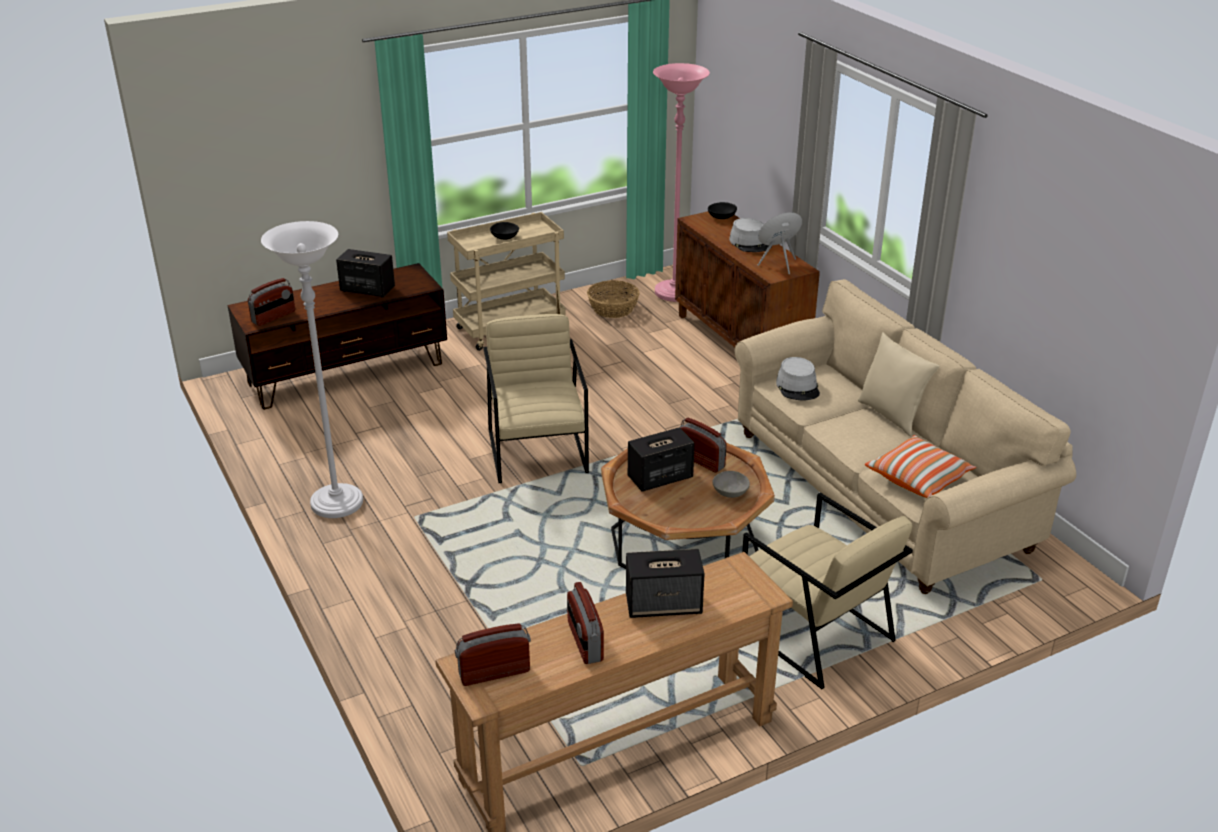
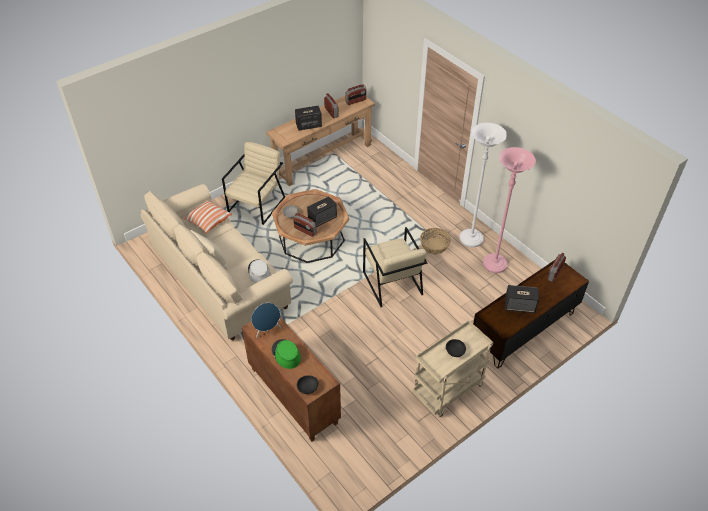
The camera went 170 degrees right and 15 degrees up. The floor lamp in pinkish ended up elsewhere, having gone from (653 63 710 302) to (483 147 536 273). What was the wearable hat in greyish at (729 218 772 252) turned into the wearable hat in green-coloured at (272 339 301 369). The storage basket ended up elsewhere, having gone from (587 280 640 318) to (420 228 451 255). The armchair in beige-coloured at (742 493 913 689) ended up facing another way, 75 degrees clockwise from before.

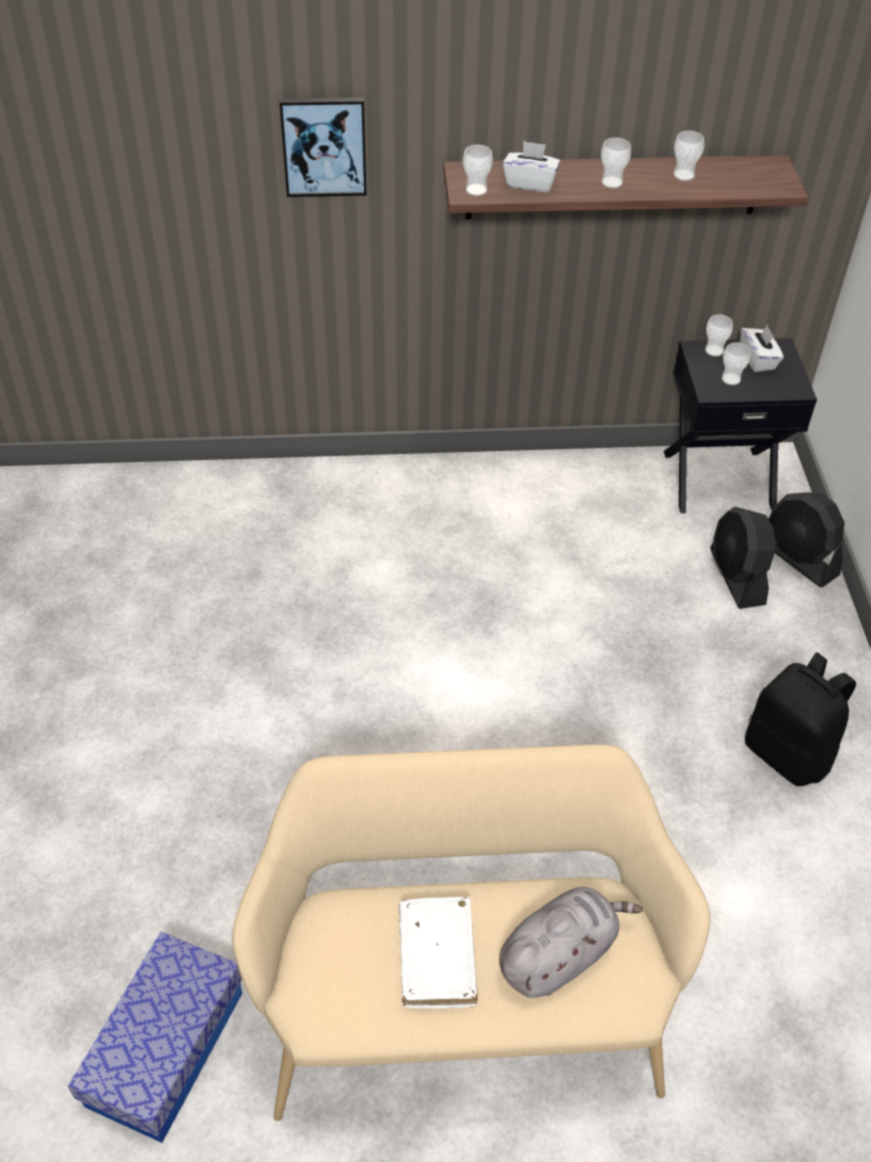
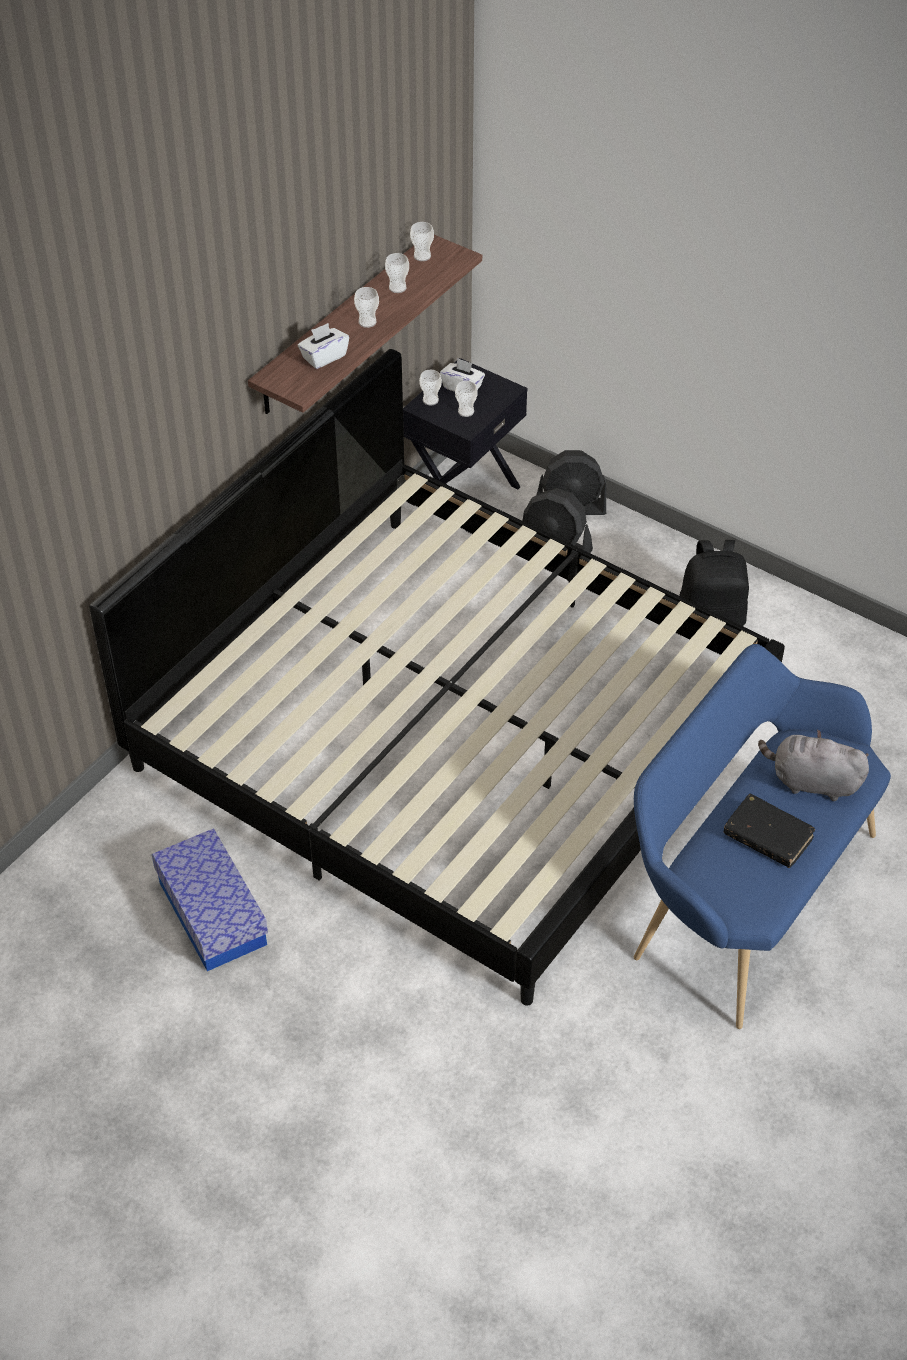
The camera went 50 degrees left and 0 degrees up. The second view lost the wall art at (279 97 367 197). The small cup ended up elsewhere, having gone from (463 145 493 196) to (410 222 434 261). What was the long seat in beige-coloured at (232 744 710 1121) turned into the long seat in bluish at (634 644 891 1029). The soft toy in greyish at (499 887 643 998) ended up facing another way, 75 degrees counterclockwise from before. What was the volume in white at (399 897 478 1009) turned into the volume in black-coloured at (724 794 815 868). The storage box ended up elsewhere, having gone from (68 932 242 1143) to (152 828 268 971). The second view gained the bed at (89 349 785 1006).

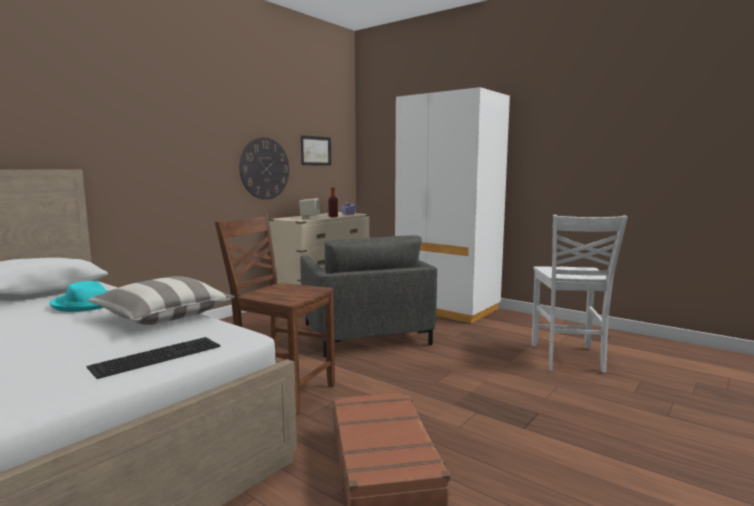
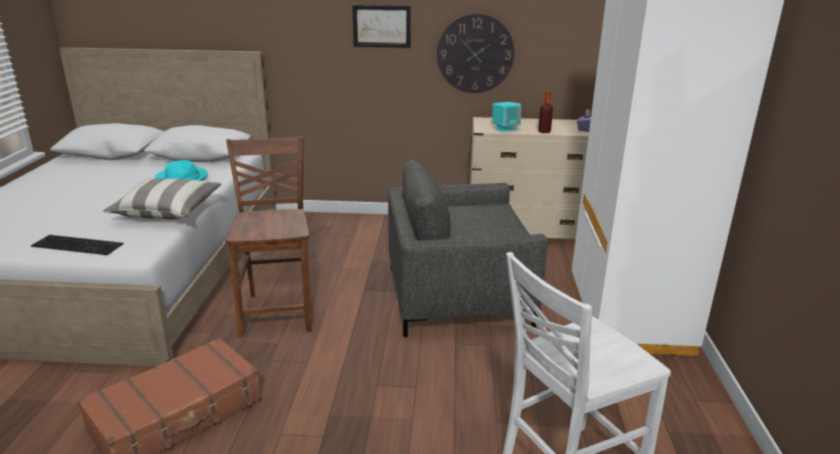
The camera went 55 degrees right and 15 degrees up. The wall art ended up elsewhere, having gone from (301 135 331 166) to (352 5 411 48). What was the audio speaker in beige-coloured at (299 198 320 220) turned into the audio speaker in turquoise-coloured at (492 102 521 132). The armchair in greyish at (300 235 437 358) ended up facing another way, 45 degrees clockwise from before.

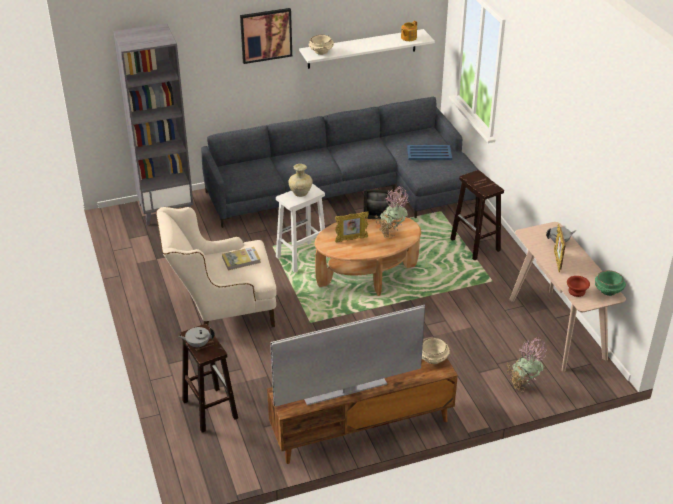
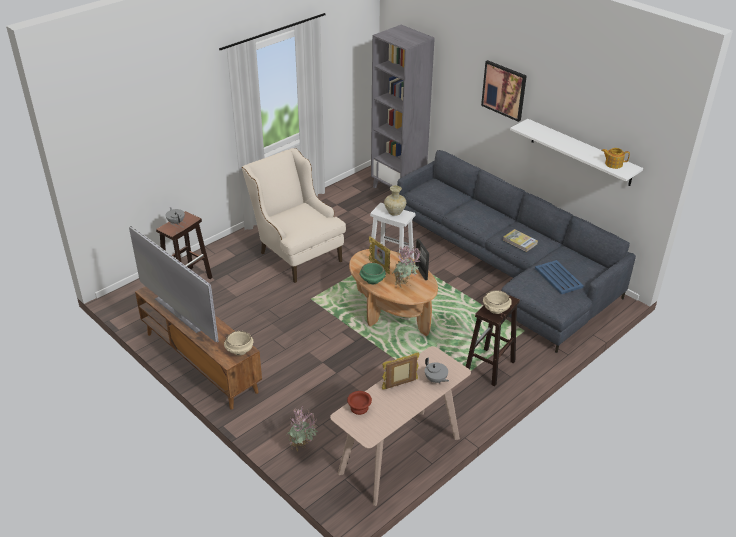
The camera went 65 degrees right and 0 degrees up. The deep dish in beige-coloured ended up elsewhere, having gone from (309 35 334 55) to (483 290 512 314). The volume ended up elsewhere, having gone from (222 247 261 271) to (503 229 538 252). The deep dish in green-coloured ended up elsewhere, having gone from (595 270 626 296) to (359 263 386 284).

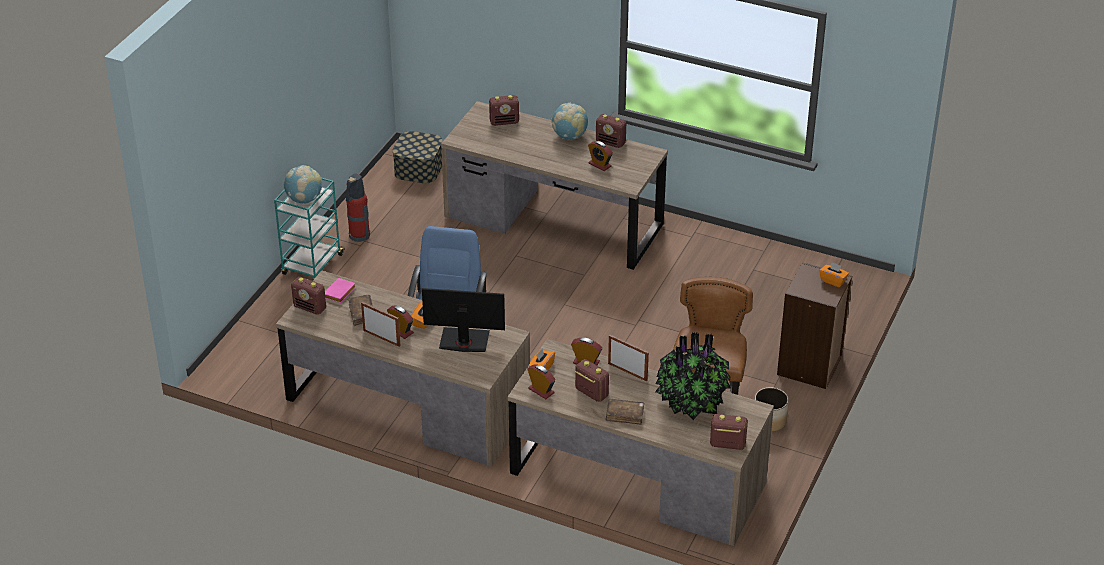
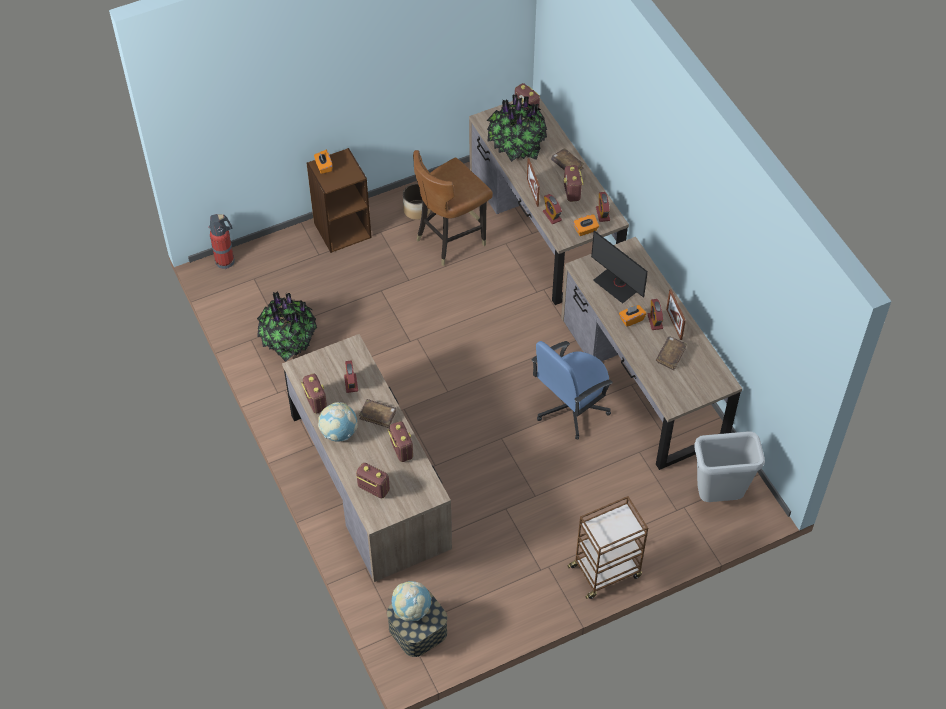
The camera went 140 degrees left and 15 degrees up. The world globe ended up elsewhere, having gone from (284 165 322 204) to (392 581 432 621). The extinguisher ended up elsewhere, having gone from (346 173 370 242) to (208 214 235 269). What was the wheeled cart in turquoise-coloured at (274 178 345 280) turned into the wheeled cart in brownish at (568 496 648 599). The radio ended up elsewhere, having gone from (291 277 326 315) to (388 421 413 462). The second view lost the volume in pinkish at (325 278 356 303). The second view gained the plant in a pot at (257 291 317 362). The second view gained the volume in brownish at (359 399 396 428). The second view gained the rubbish bin in greyish at (694 431 765 502).

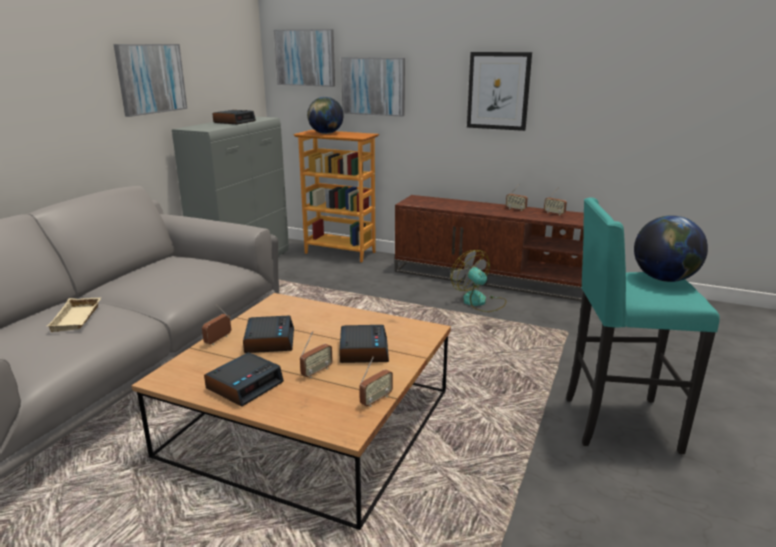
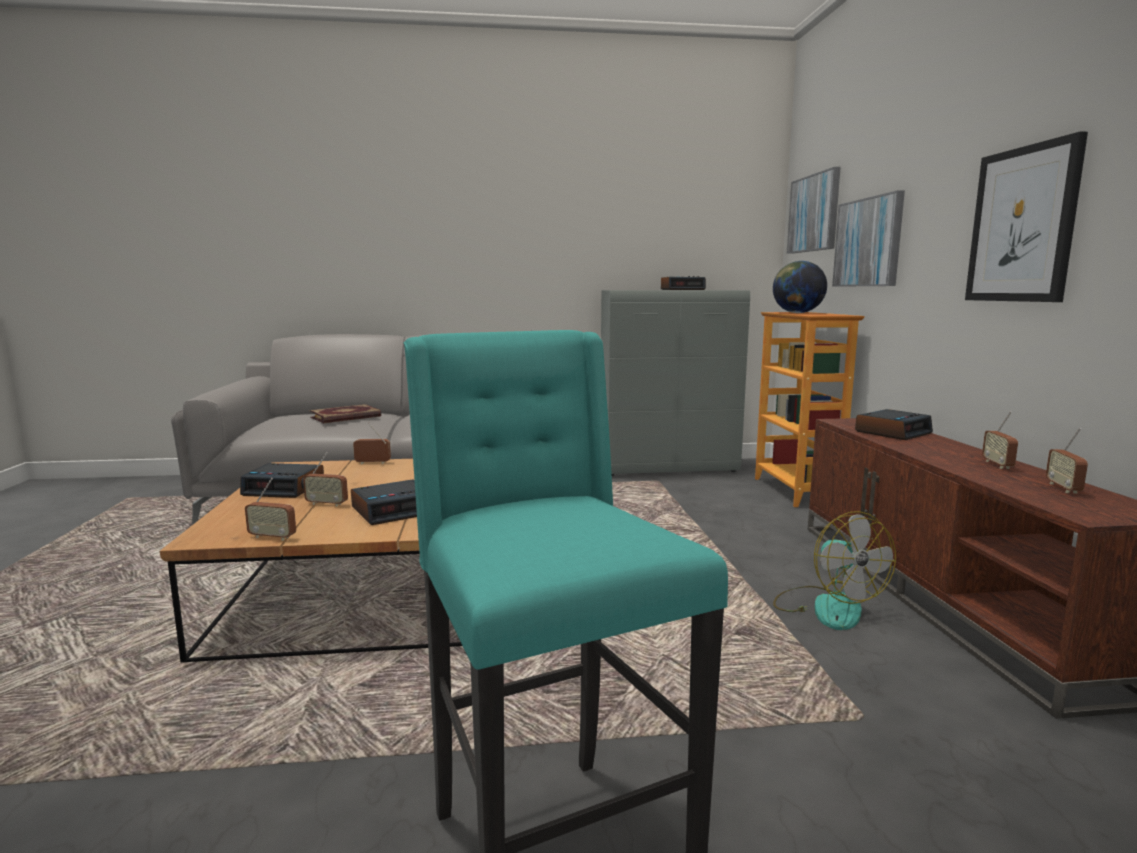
The camera went 60 degrees right and 10 degrees down. The second view lost the wall art at (114 44 187 117). The second view lost the world globe at (634 215 708 282). The fan at (451 250 506 312) ended up facing another way, 135 degrees clockwise from before. Where the tray in beige-coloured stood at (47 297 101 332), the volume came to stand at (310 404 381 423). The bedside clock ended up elsewhere, having gone from (243 316 294 353) to (855 409 933 440).

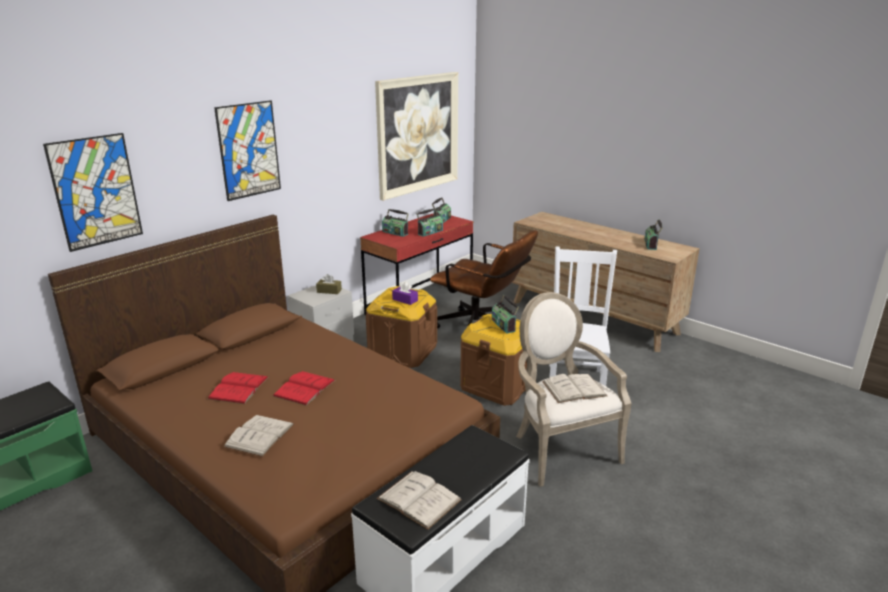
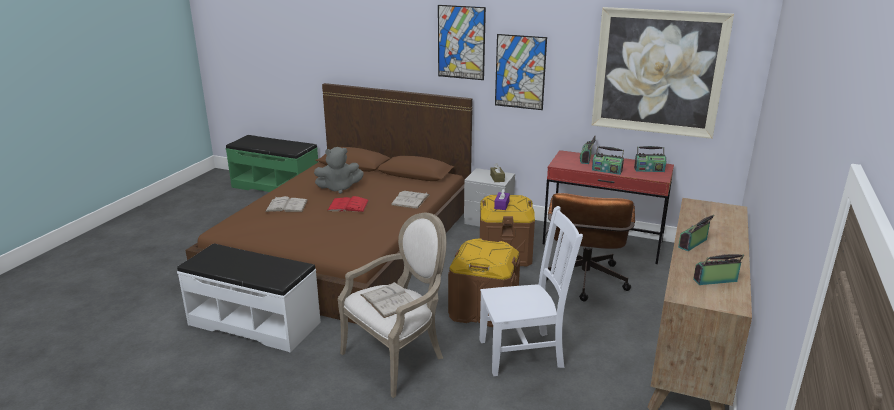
The camera went 70 degrees right and 0 degrees up. The wall art ended up elsewhere, having gone from (43 133 143 252) to (495 34 547 110). The radio ended up elsewhere, having gone from (492 295 519 334) to (678 215 714 251). Where the volume in red stood at (208 372 268 404), the soft toy in greyish came to stand at (314 147 364 194). The volume in white ended up elsewhere, having gone from (377 471 462 529) to (391 191 430 209).

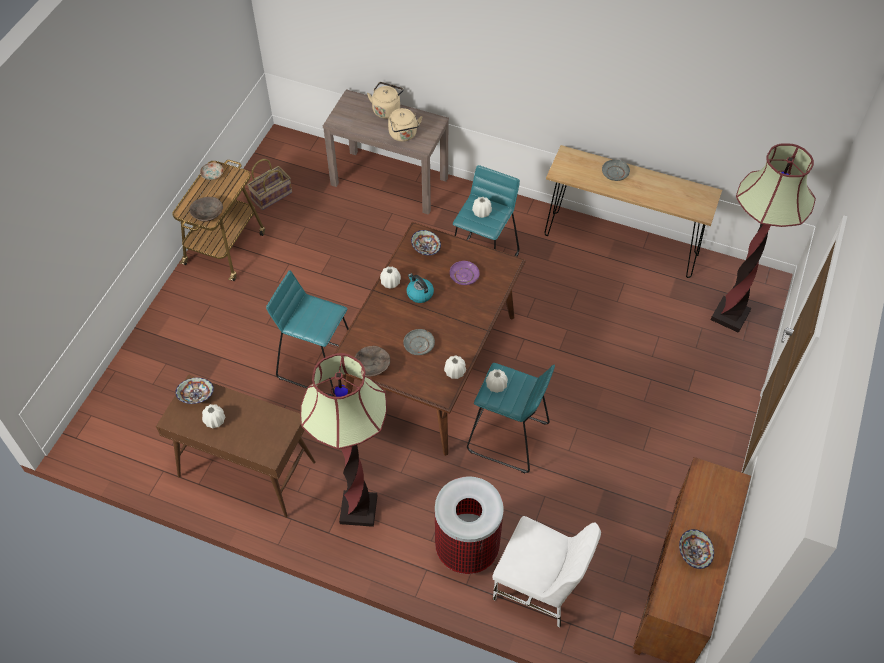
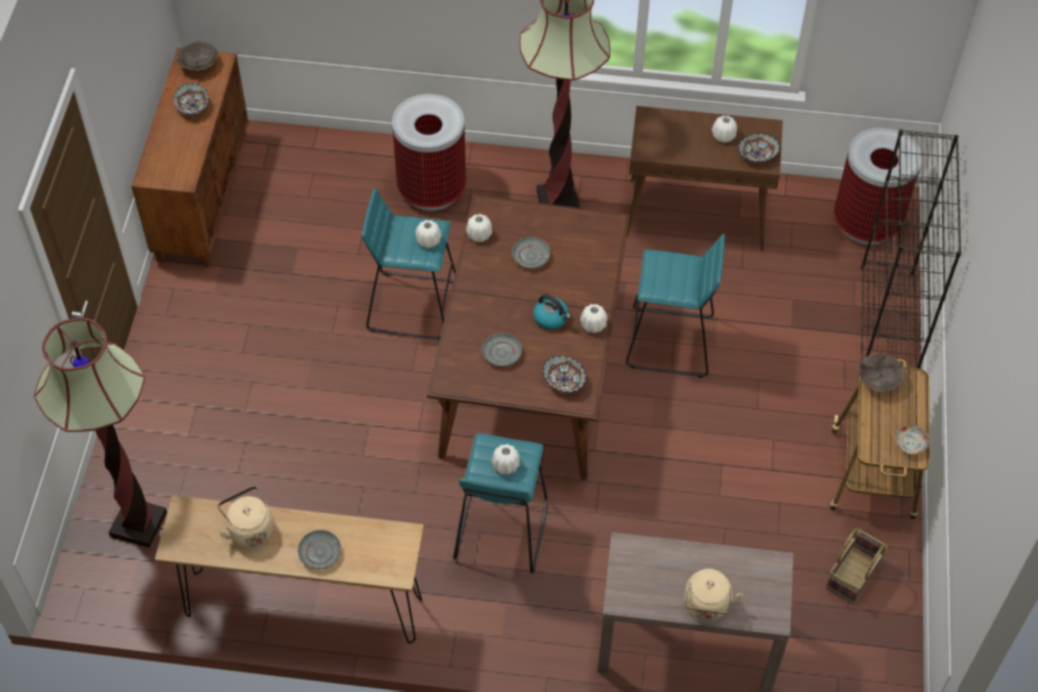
The camera went 165 degrees right and 0 degrees up. The tea kettle in beige-coloured ended up elsewhere, having gone from (388 108 422 142) to (218 486 273 548). What was the dinner plate in purple at (450 261 480 285) turned into the dinner plate in greyish at (482 333 522 367). The deep dish in brownish ended up elsewhere, having gone from (355 346 390 377) to (176 41 218 72). The second view lost the chair in white at (492 516 601 628). The second view gained the rubbish bin at (834 127 922 245). The second view gained the bookshelf in black-coloured at (861 129 962 369).

